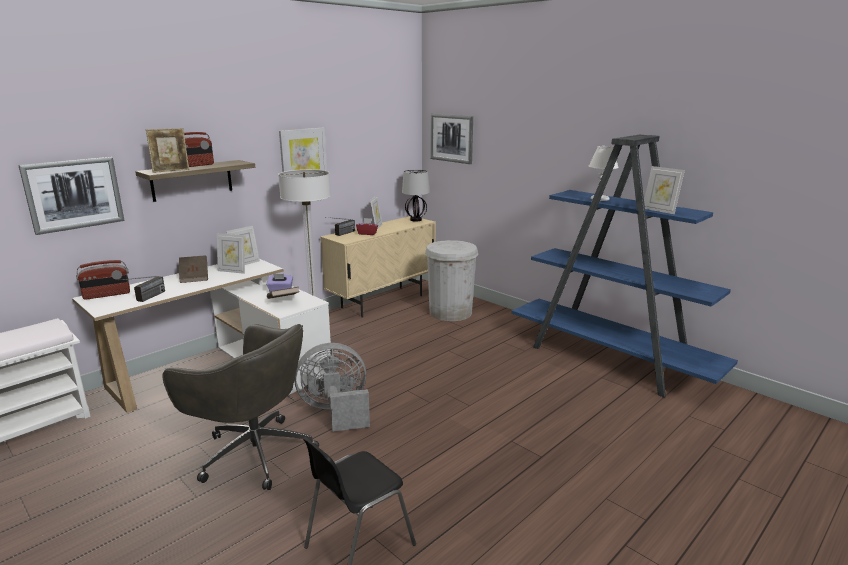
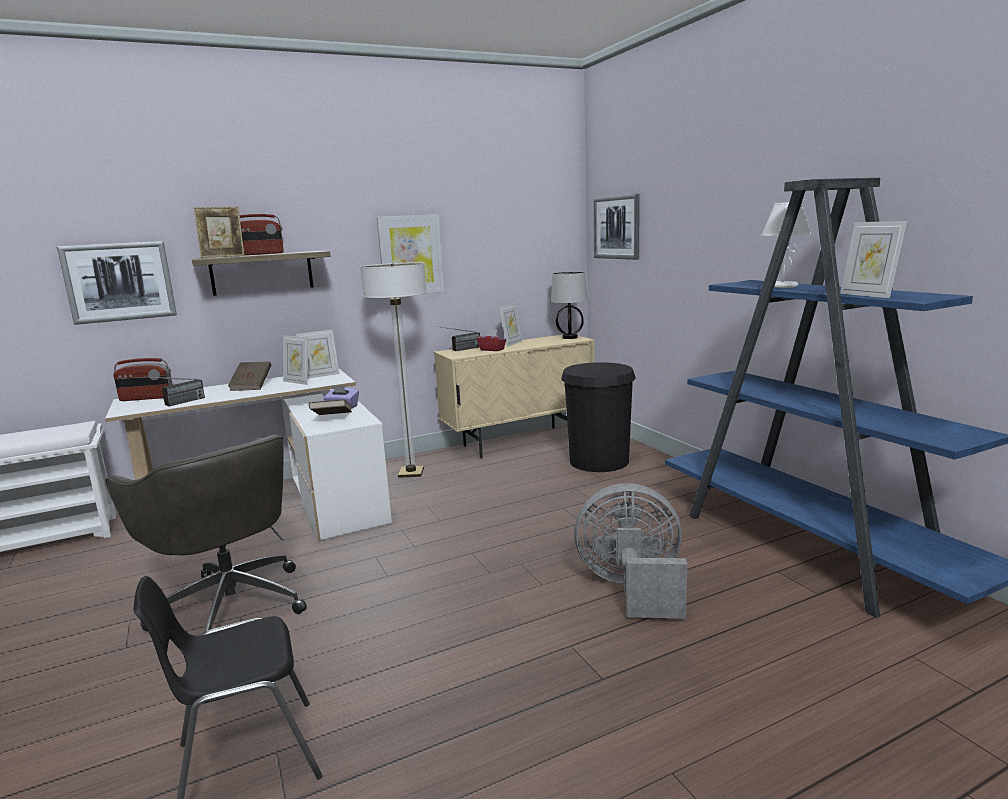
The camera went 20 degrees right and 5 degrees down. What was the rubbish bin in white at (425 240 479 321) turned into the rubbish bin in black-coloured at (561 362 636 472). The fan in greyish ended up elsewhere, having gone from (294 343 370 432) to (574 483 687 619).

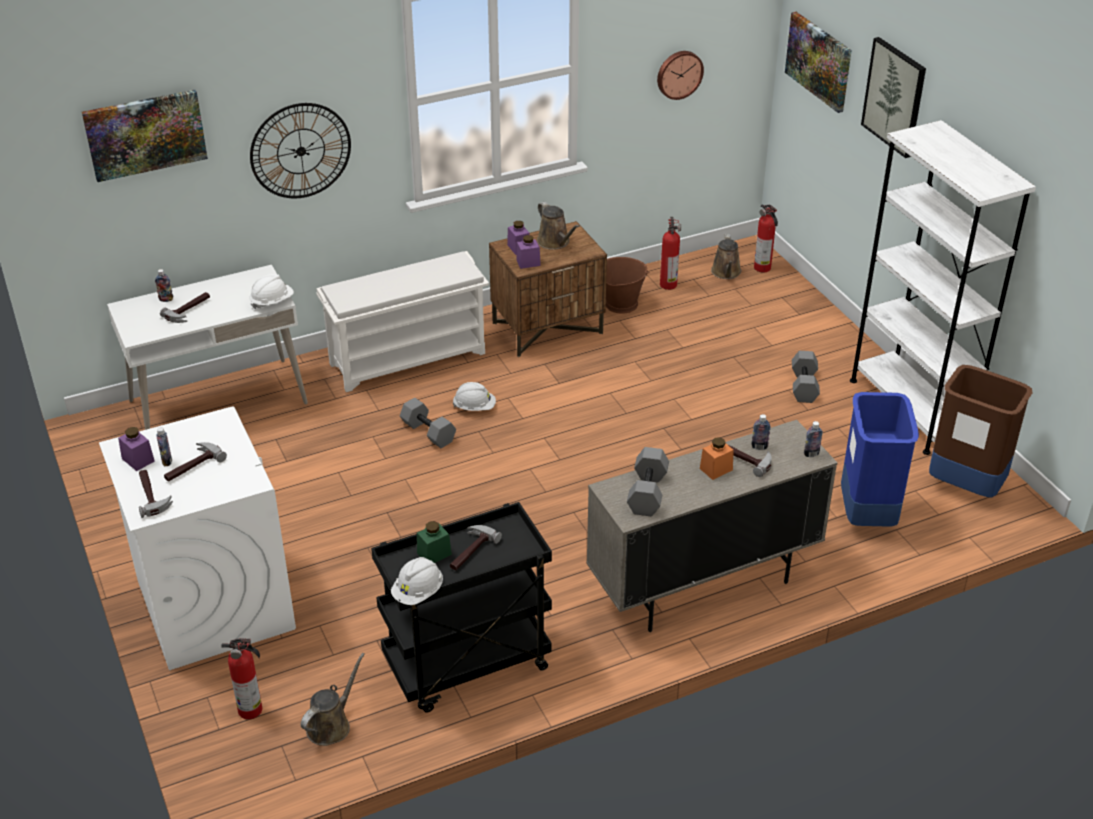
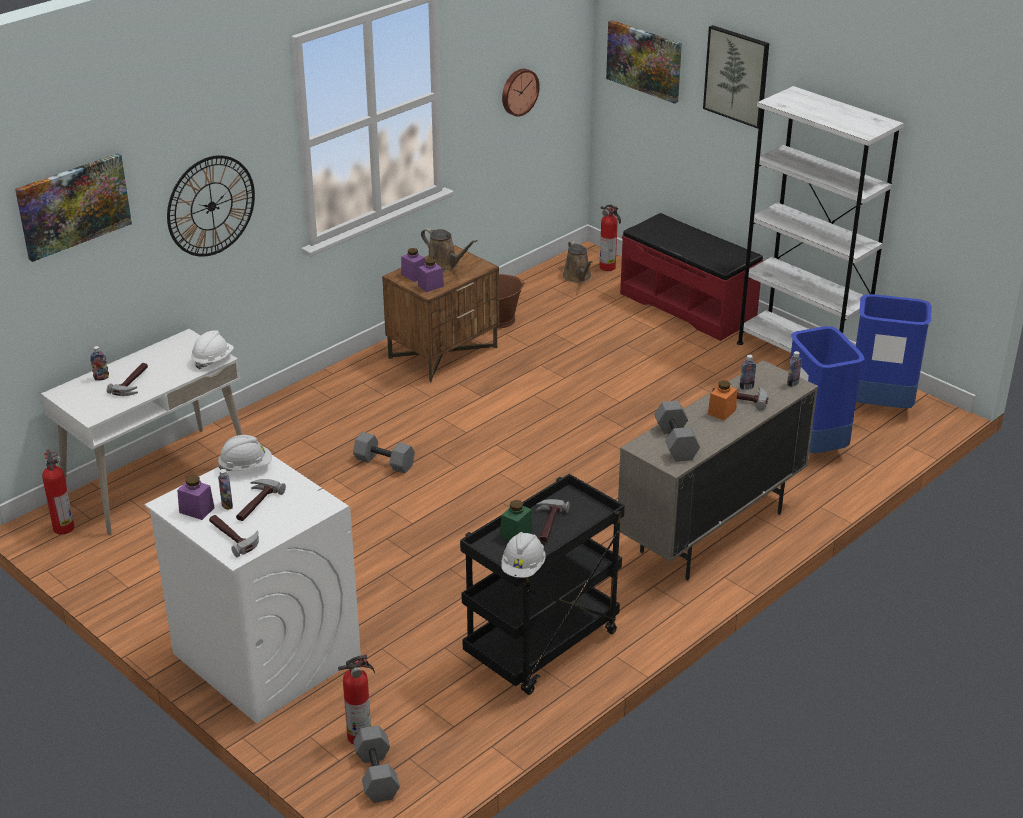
The camera went 20 degrees left and 5 degrees down. The extinguisher ended up elsewhere, having gone from (660 217 681 290) to (42 449 74 535). The second view lost the shoe shelf in white at (316 251 489 392). The dumbbell in greyish ended up elsewhere, having gone from (792 351 820 403) to (353 725 400 803). What was the rubbish bin in brownish at (929 365 1032 498) turned into the rubbish bin in bluish at (856 294 931 408). The hard hat in white ended up elsewhere, having gone from (453 382 496 411) to (218 435 272 471). The second view lost the watering pot in brownish at (301 653 365 746). The second view gained the long seat in red at (620 213 763 341).

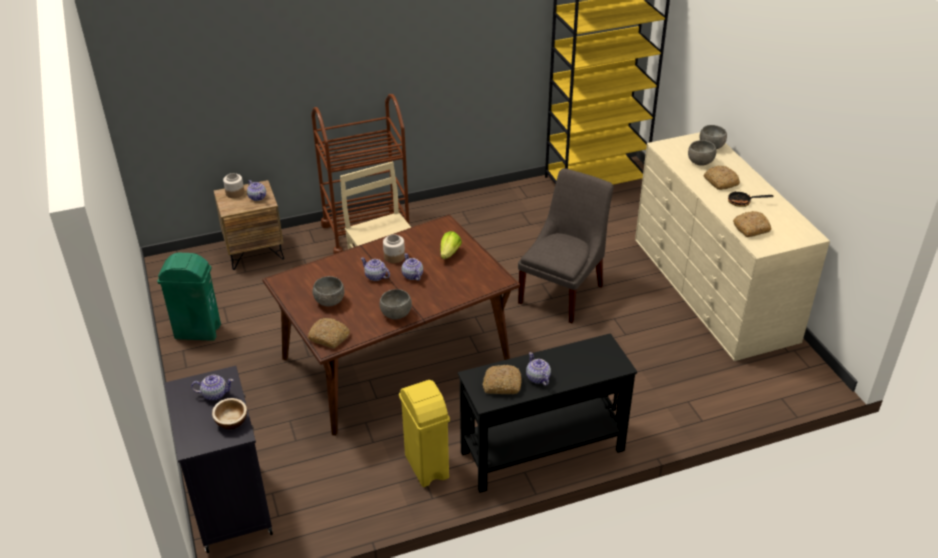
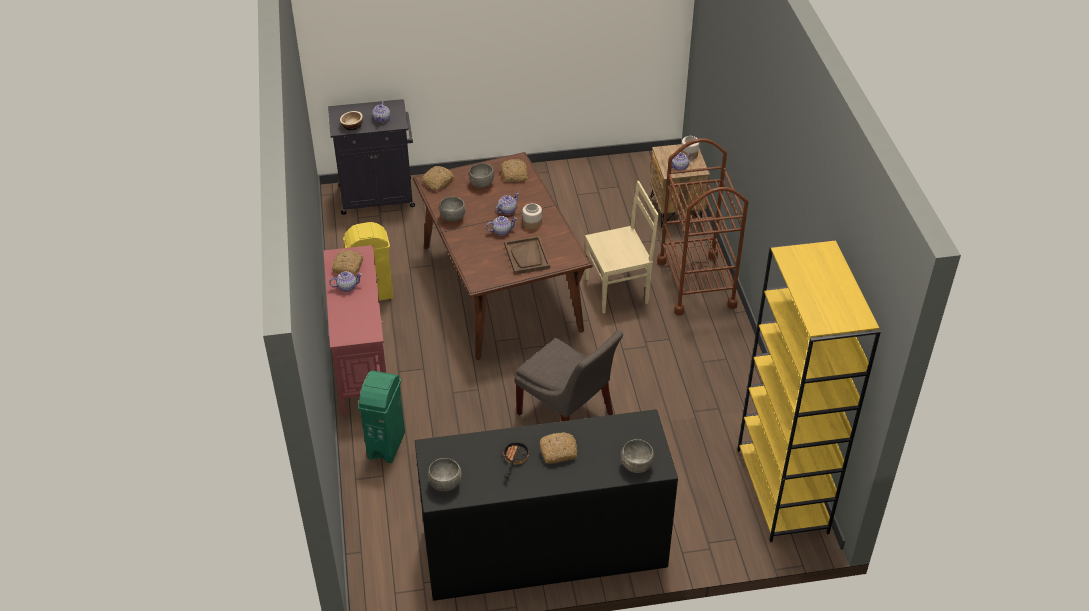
The camera went 100 degrees right and 5 degrees up. What was the chest of drawers in beige-coloured at (635 132 830 361) turned into the chest of drawers in black-coloured at (415 409 678 601). The deep dish in greyish ended up elsewhere, having gone from (688 140 716 166) to (428 458 462 491). The bread ended up elsewhere, having gone from (733 211 772 237) to (501 159 528 182). Where the lettuce head stood at (440 231 462 259), the tray in brownish came to stand at (504 236 550 275). The rubbish bin in green-coloured ended up elsewhere, having gone from (157 253 221 341) to (358 371 405 463). What was the hall table in black-coloured at (458 333 637 493) turned into the hall table in red at (323 245 386 415).

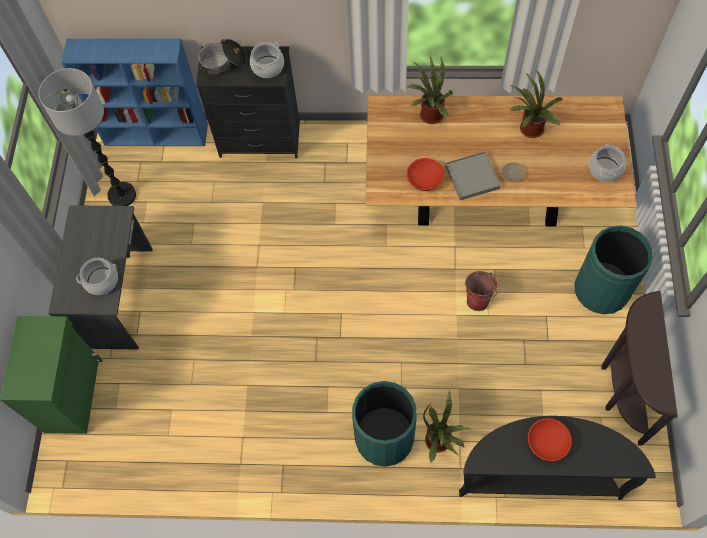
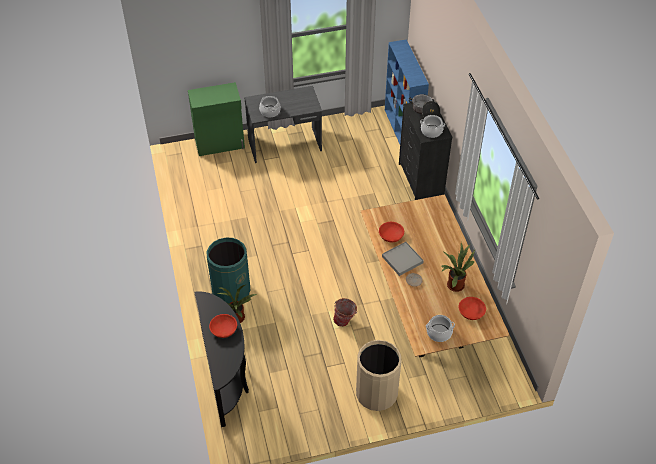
The camera went 70 degrees right and 15 degrees down. The second view lost the plant in a pot at (408 56 453 124). The second view lost the floor lamp at (39 68 136 206). What was the rubbish bin in green-coloured at (575 225 653 314) turned into the rubbish bin in beige-coloured at (356 340 401 411). The second view lost the hall table in brownish at (601 291 677 446). The second view gained the deep dish in red at (458 297 486 320).

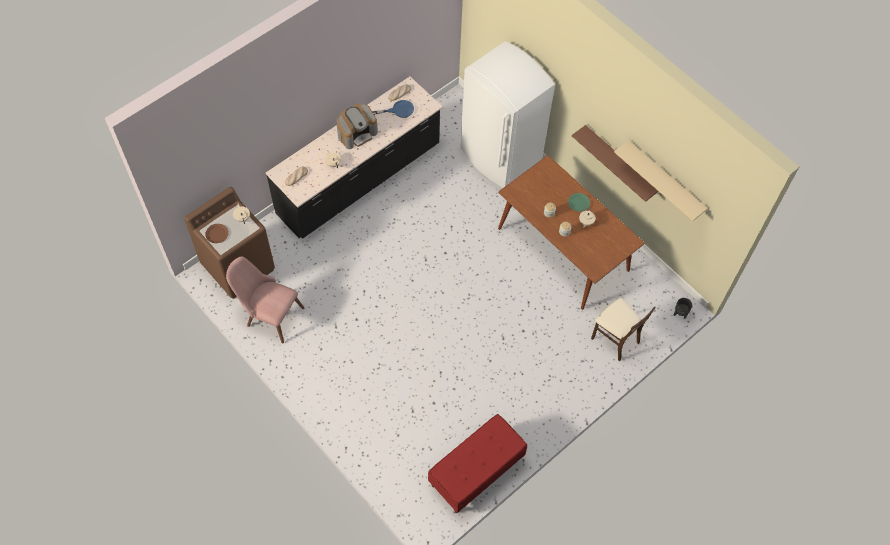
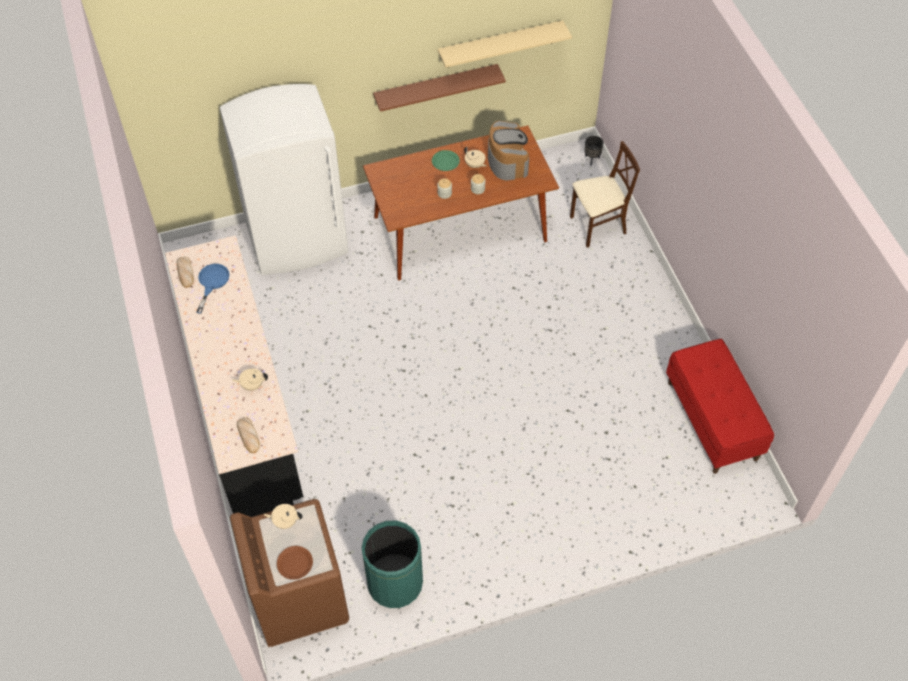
The camera went 65 degrees left and 5 degrees down. The coffee brewer ended up elsewhere, having gone from (337 104 378 149) to (488 121 529 180). Where the chair in pinkish stood at (226 256 304 344), the rubbish bin in green-coloured came to stand at (362 521 423 608).

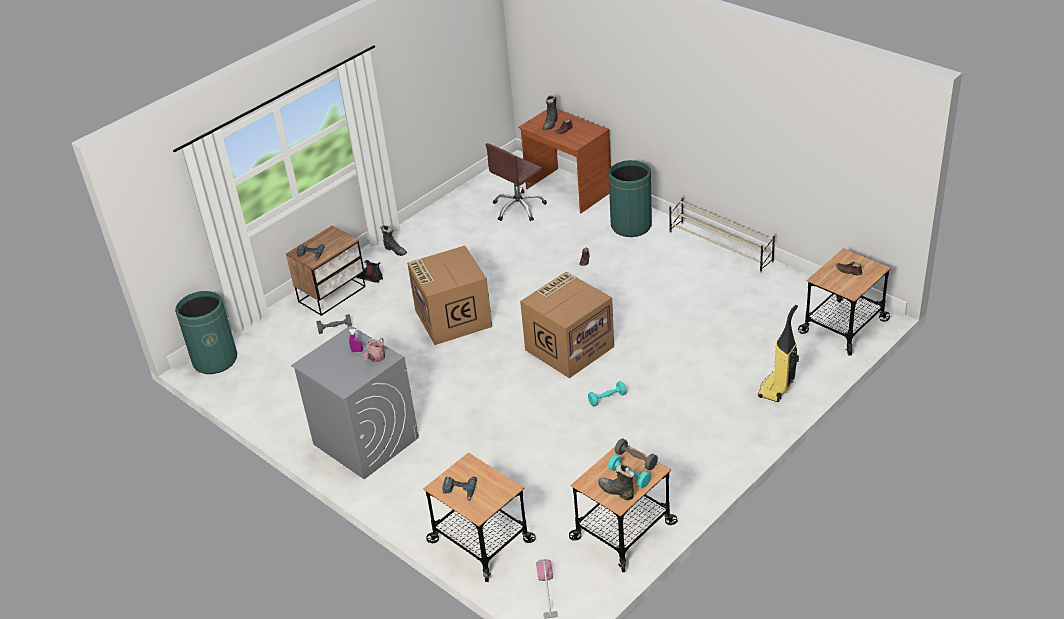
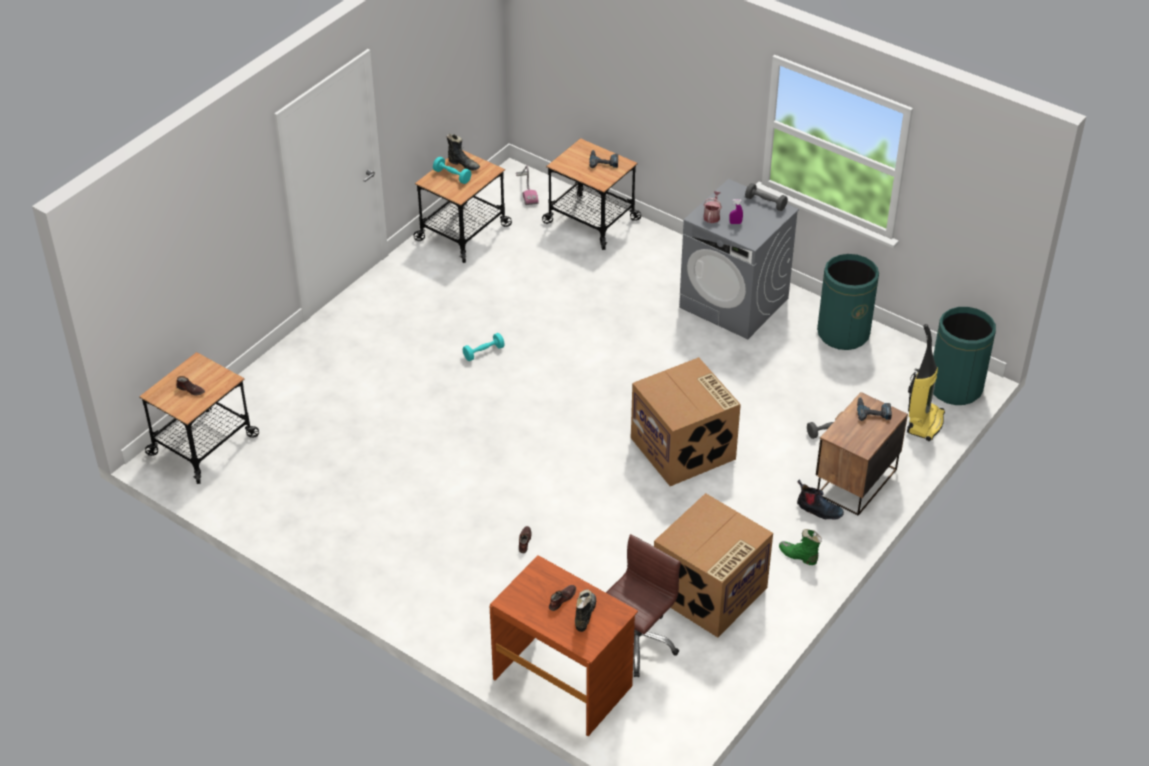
The camera went 170 degrees right and 5 degrees up. The rubbish bin in green-coloured ended up elsewhere, having gone from (609 160 652 237) to (817 254 879 350). The second view lost the shoe shelf in beige-coloured at (669 196 775 273). What was the tall boot in black-coloured at (380 225 407 256) turned into the tall boot in green-coloured at (779 529 822 565). The carton ended up elsewhere, having gone from (520 272 614 378) to (654 493 773 637). The vacuum cleaner ended up elsewhere, having gone from (758 305 799 402) to (907 324 945 441). The dumbbell in greyish ended up elsewhere, having gone from (615 438 658 470) to (745 183 788 211).

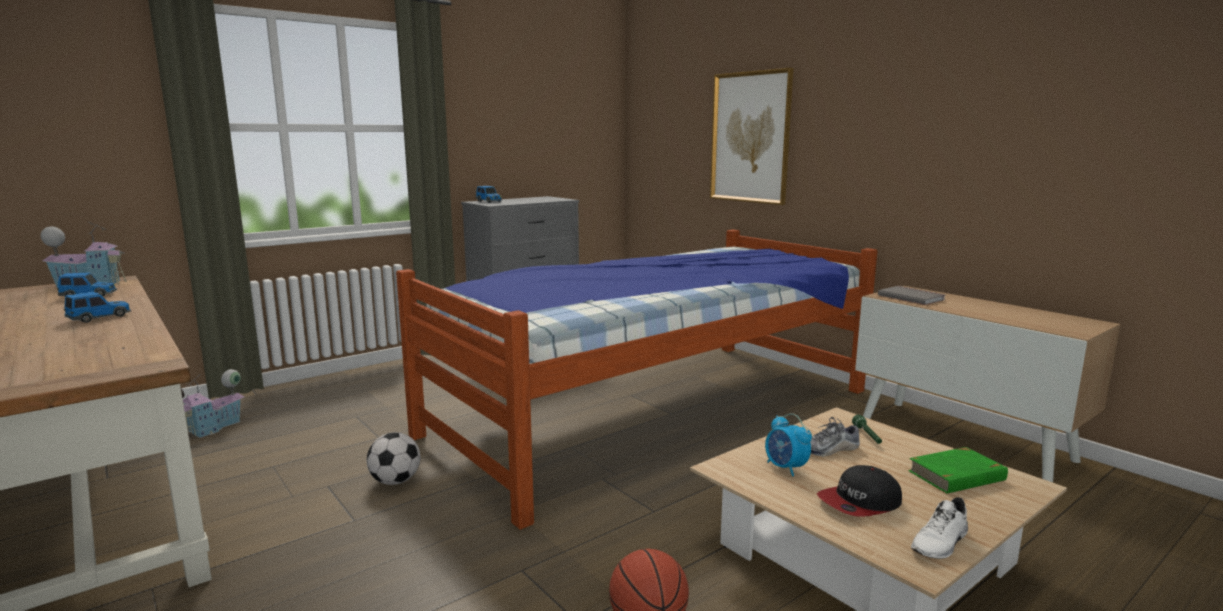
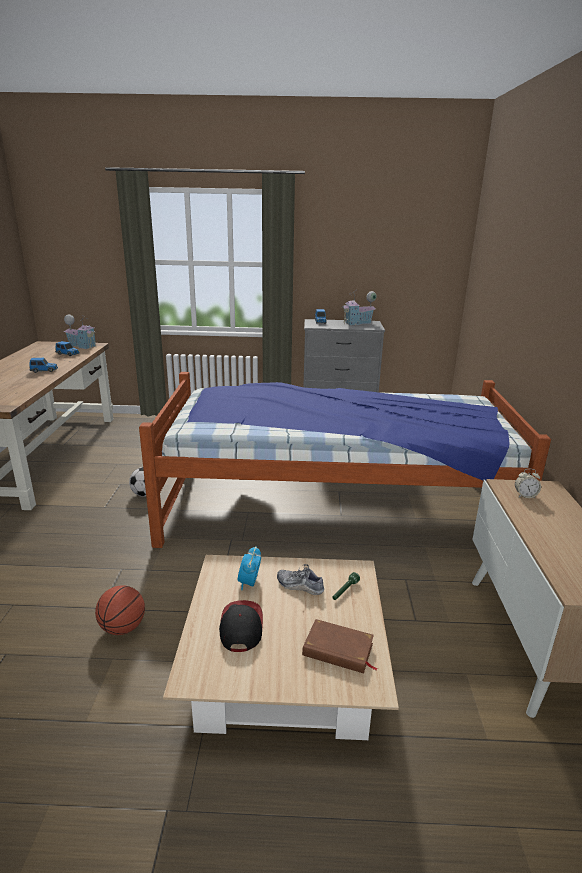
The camera went 40 degrees right and 10 degrees up. The second view lost the wall art at (710 68 793 205). Where the volume in greyish stood at (878 286 945 305), the bedside clock came to stand at (515 469 541 498). The toy house ended up elsewhere, having gone from (183 369 244 438) to (342 291 377 325). What was the volume in green-coloured at (908 447 1008 494) turned into the volume in brownish at (302 619 378 673). The peaked cap at (817 465 902 517) ended up facing another way, 75 degrees clockwise from before. The second view lost the low shoe in white at (911 497 968 559).

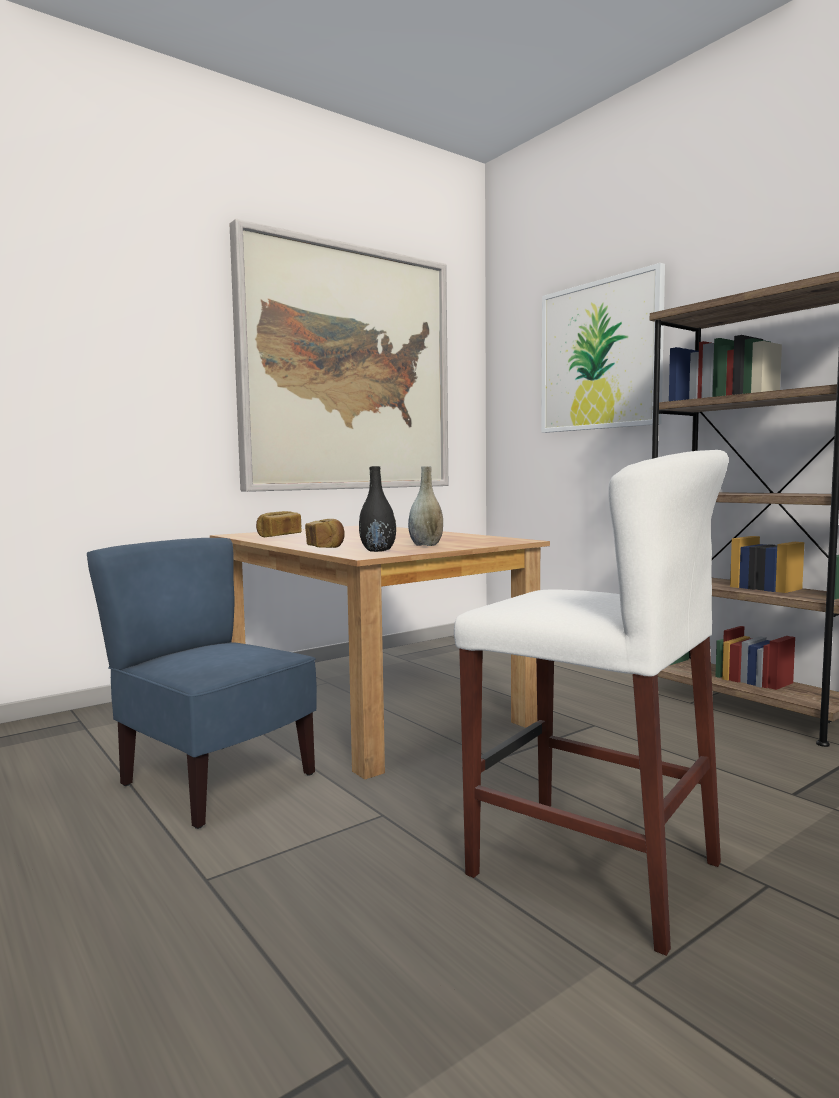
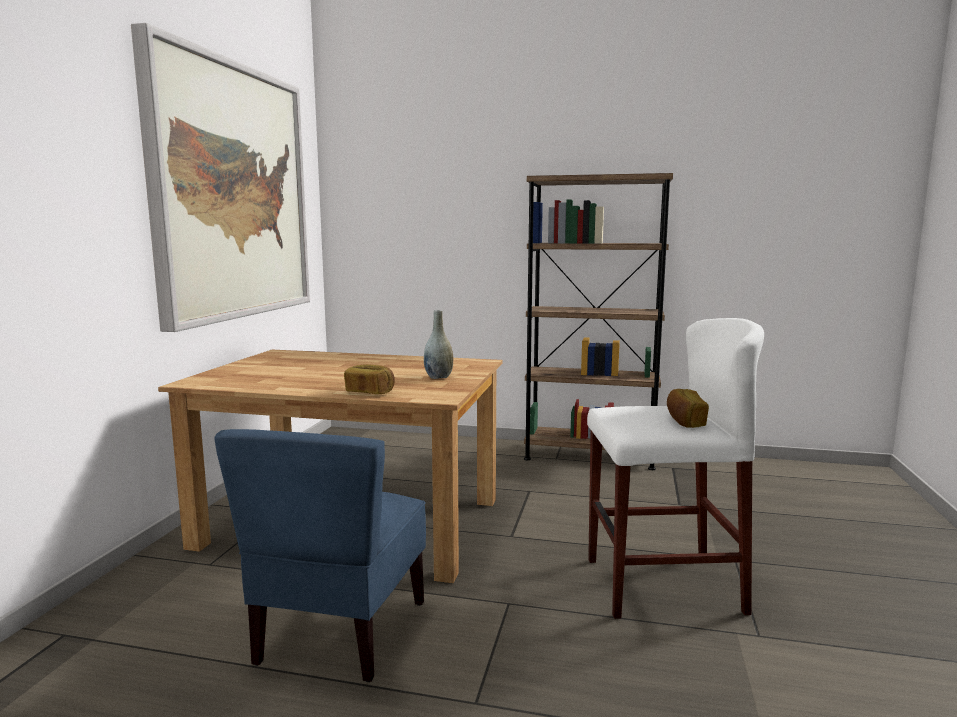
The camera went 40 degrees left and 5 degrees up. The second view lost the wall art at (541 263 665 433). The second view lost the flower vase in black-coloured at (359 466 396 552). The bread ended up elsewhere, having gone from (256 511 302 537) to (667 389 709 428). The chair in bluish at (87 538 317 829) ended up facing another way, 75 degrees counterclockwise from before.

